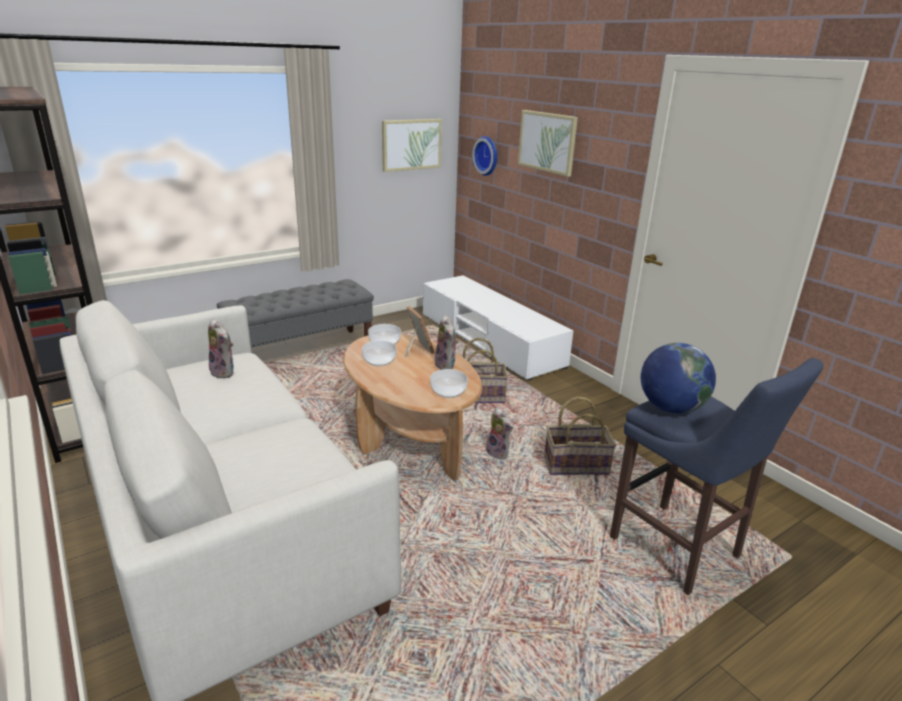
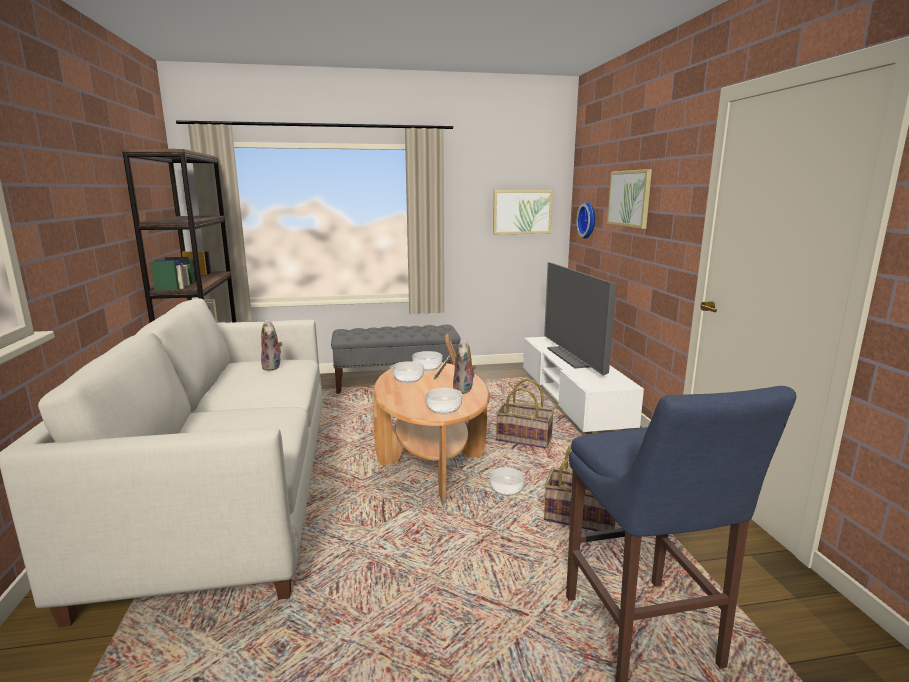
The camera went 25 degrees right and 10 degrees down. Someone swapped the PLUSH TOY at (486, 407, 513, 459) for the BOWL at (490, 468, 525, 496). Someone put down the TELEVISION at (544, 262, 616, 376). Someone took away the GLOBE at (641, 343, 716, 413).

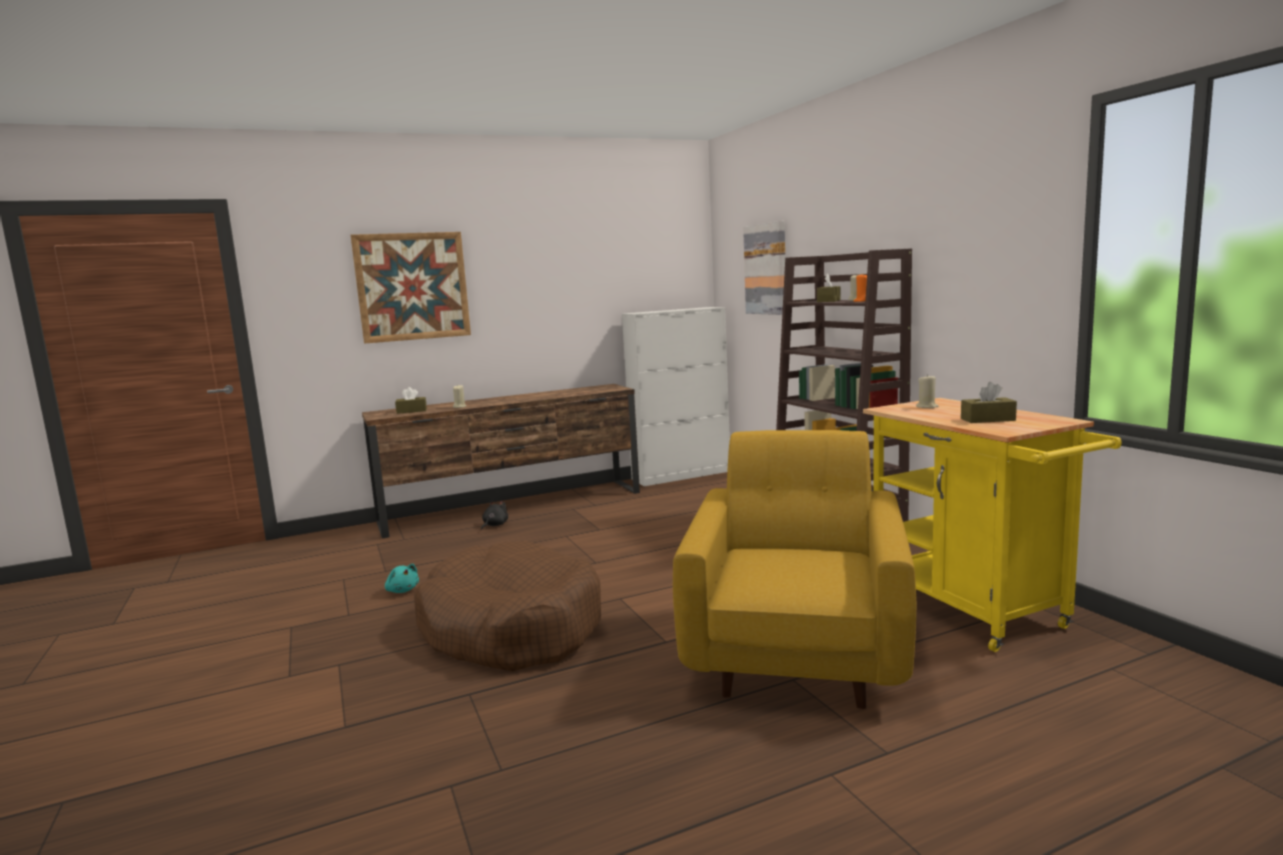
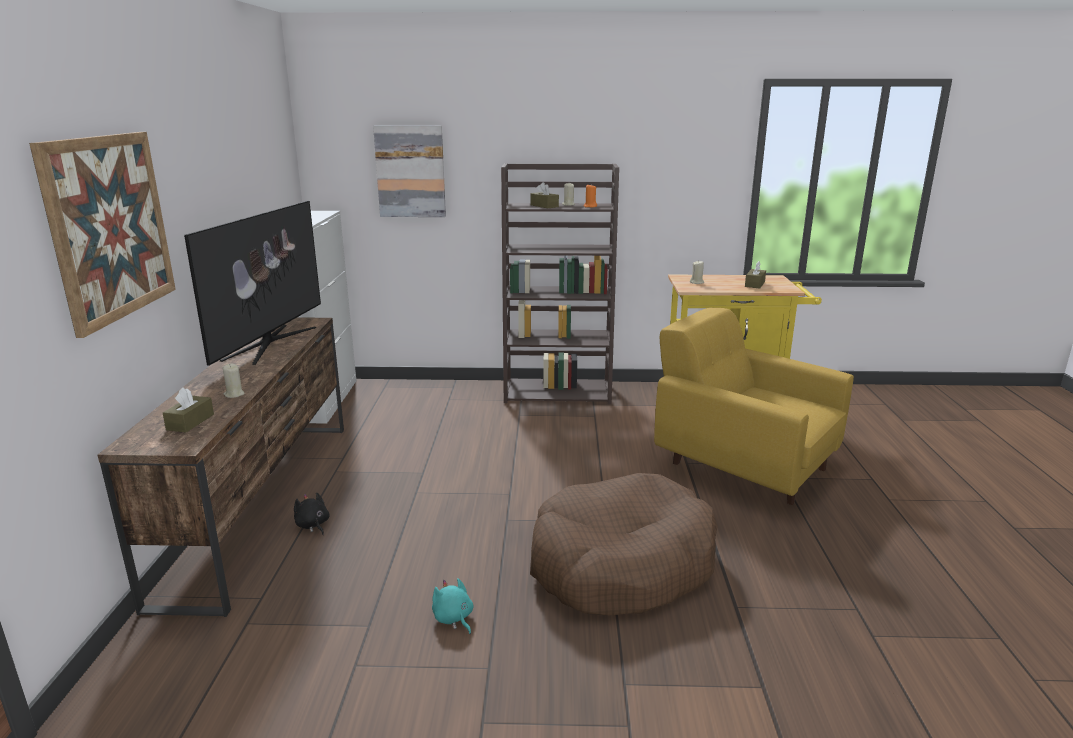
The camera went 65 degrees left and 10 degrees up. Someone put down the TELEVISION at (184, 201, 321, 366). Someone rotated the TURQUOISE PLUSH TOY at (385, 564, 419, 593) by 105 degrees counterclockwise.

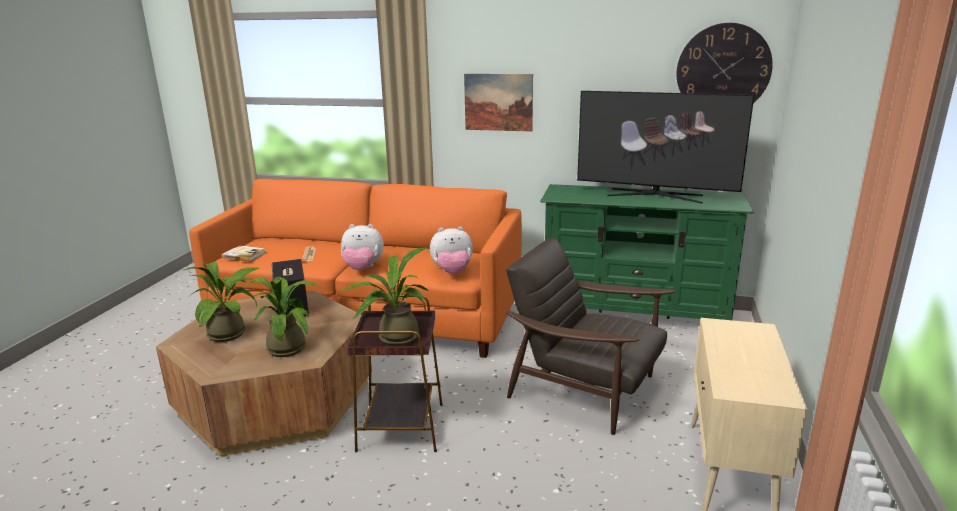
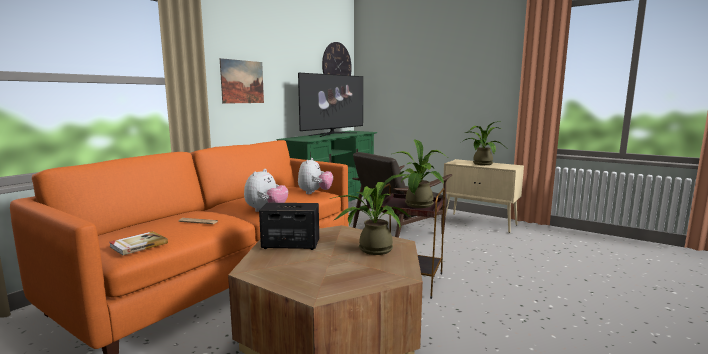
The camera went 70 degrees left and 10 degrees down. Someone carried the POTTED PLANT from (184, 261, 259, 342) to (463, 121, 504, 165).

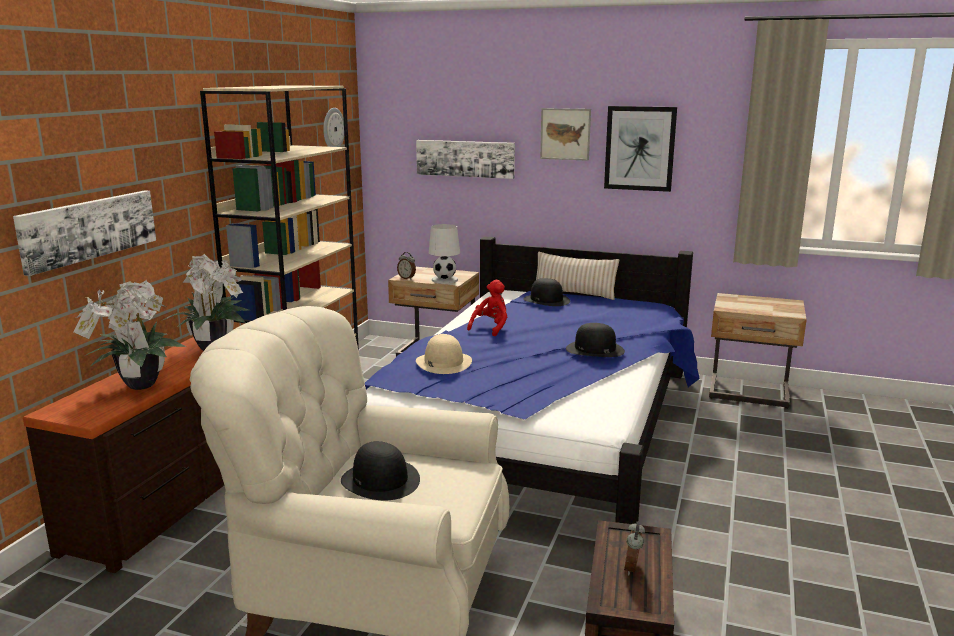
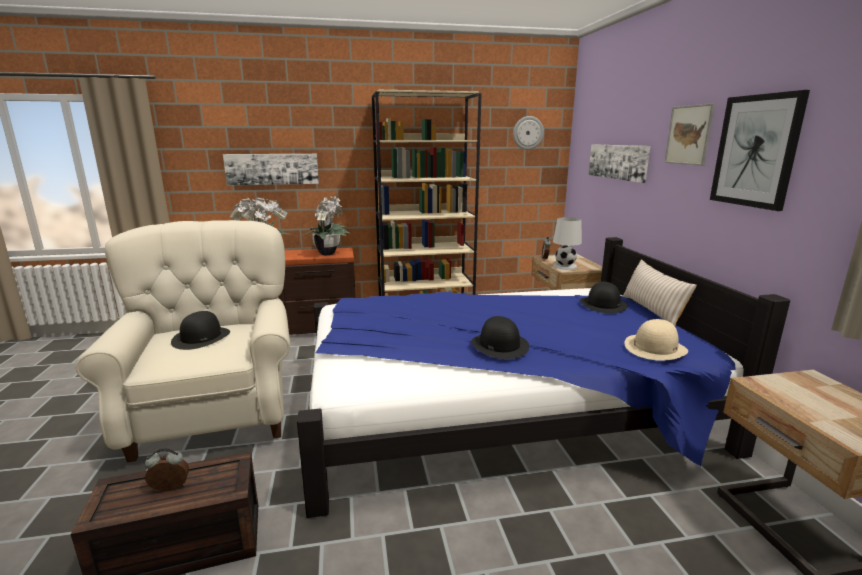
The camera went 60 degrees right and 0 degrees up. Someone carried the BEIGE HAT from (416, 334, 472, 374) to (624, 319, 688, 361). Someone took away the RED PLUSH TOY at (467, 280, 507, 336).

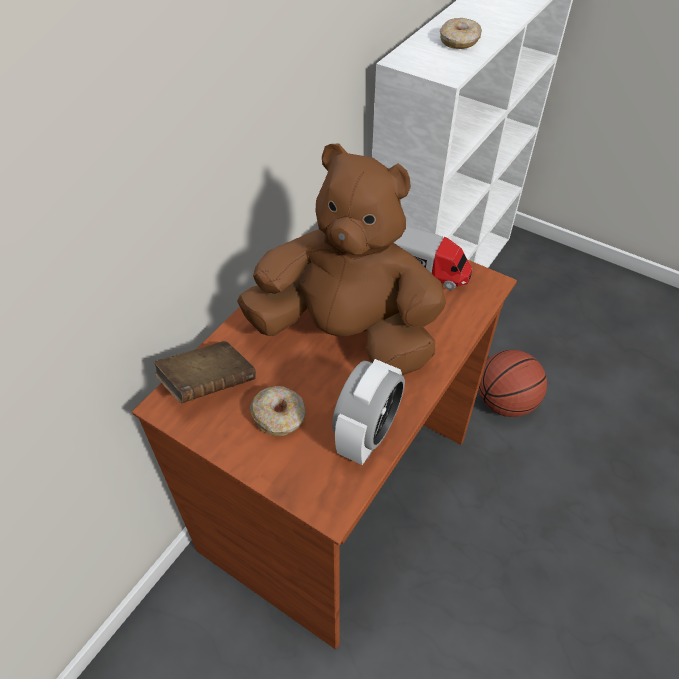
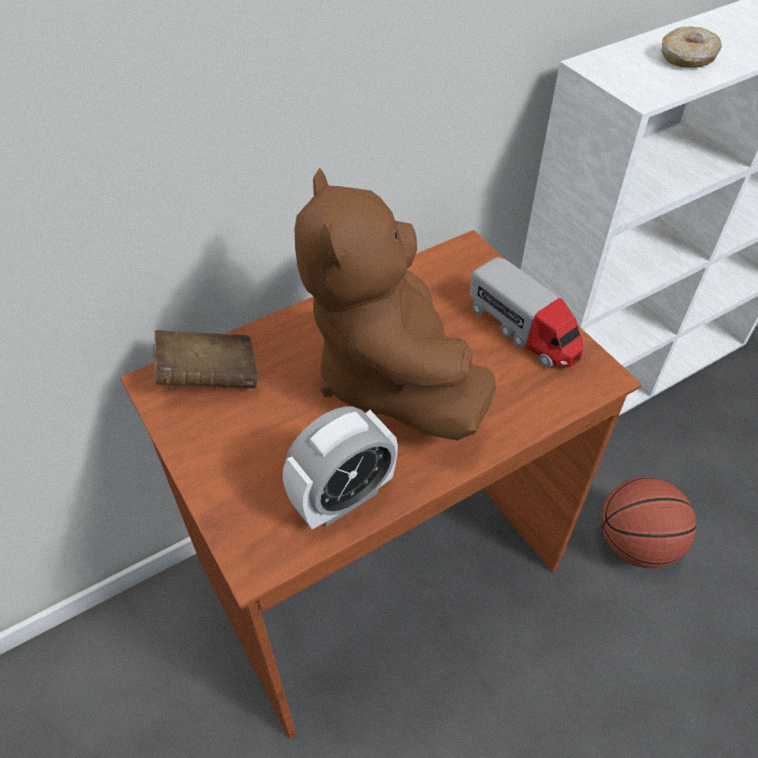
The camera went 25 degrees right and 0 degrees up. Someone rotated the BROWN PLUSH TOY at (237, 143, 446, 376) by 150 degrees counterclockwise. Someone took away the DONUT at (250, 386, 306, 436).

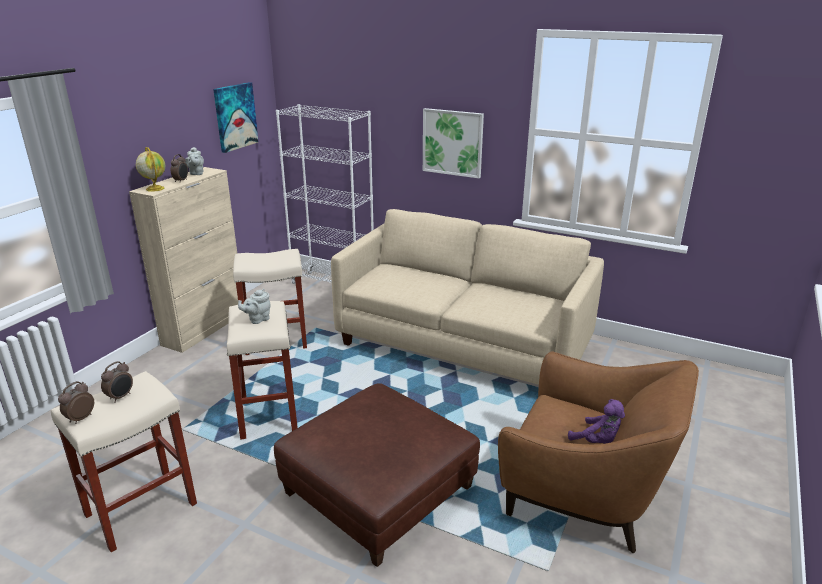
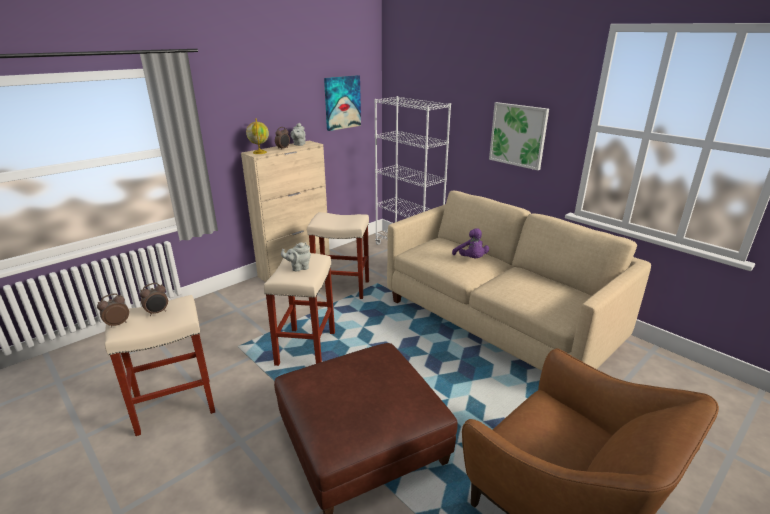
The camera went 20 degrees right and 0 degrees up. Someone carried the PURPLE PLUSH TOY from (568, 399, 625, 444) to (452, 228, 489, 258).

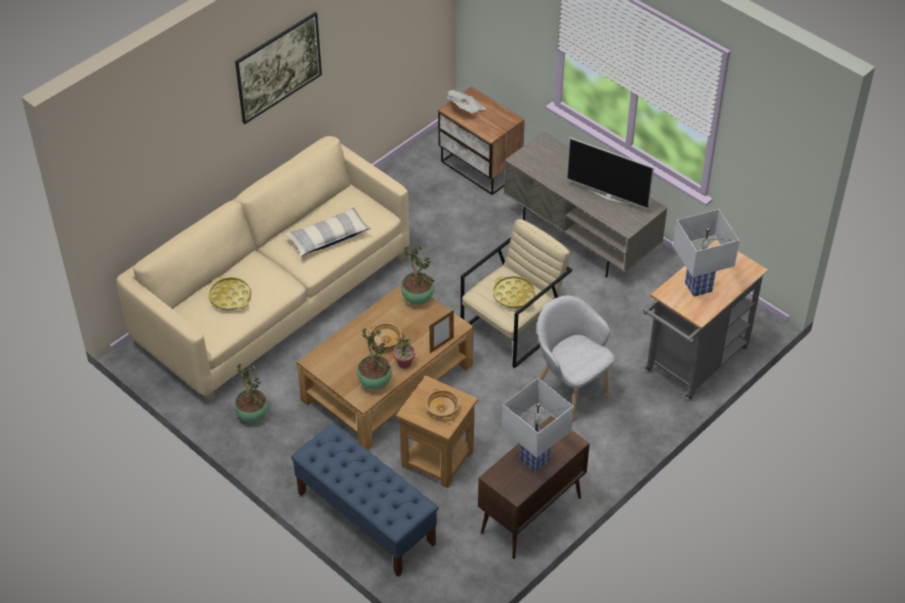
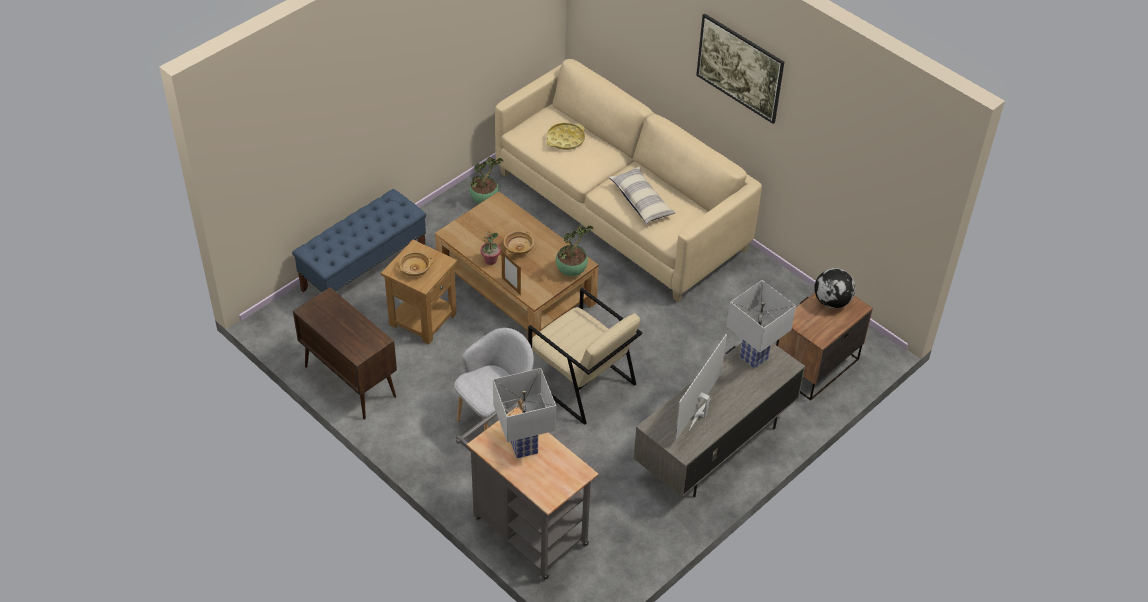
The camera went 90 degrees right and 0 degrees up. Someone carried the WHITE TABLE LAMP from (502, 378, 574, 472) to (727, 280, 796, 369). Someone swapped the NEWSPAPER at (447, 90, 486, 114) for the GLOBE at (815, 268, 856, 308). Someone took away the POTTED PLANT at (357, 329, 392, 390). Someone took away the YELLOW TRAY at (493, 276, 535, 309).

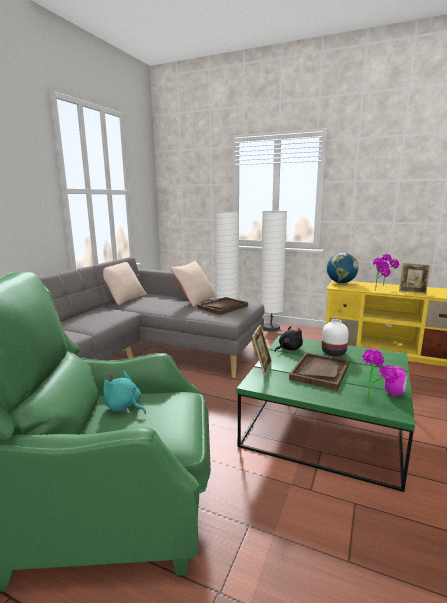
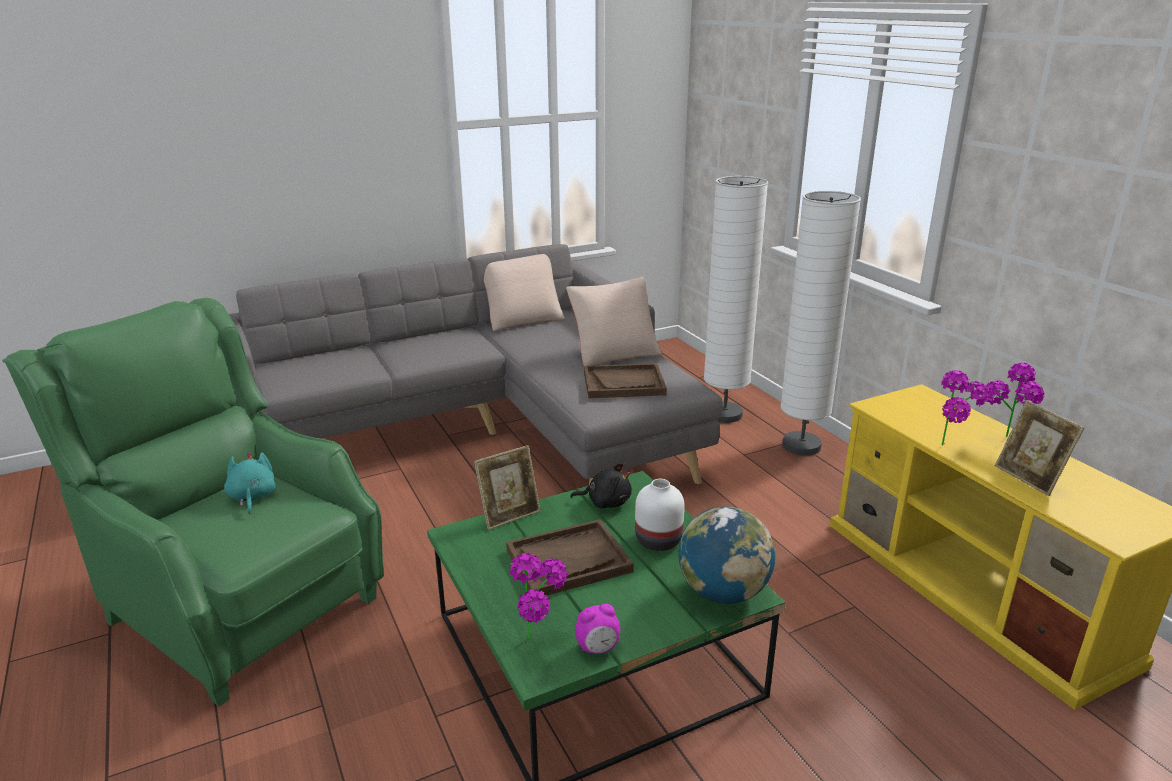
The camera went 40 degrees right and 10 degrees up. Someone carried the GLOBE from (327, 253, 359, 283) to (679, 506, 775, 604).

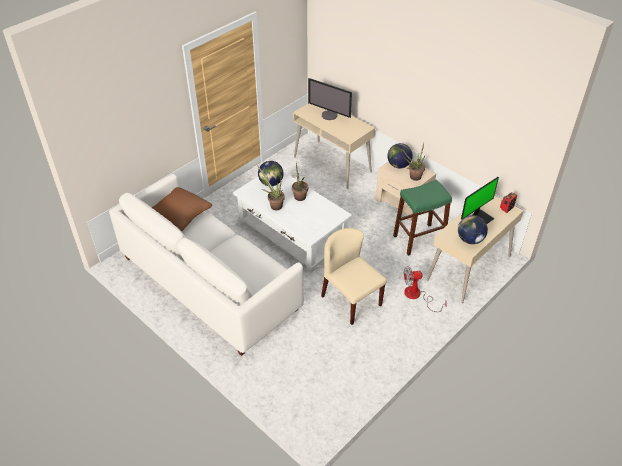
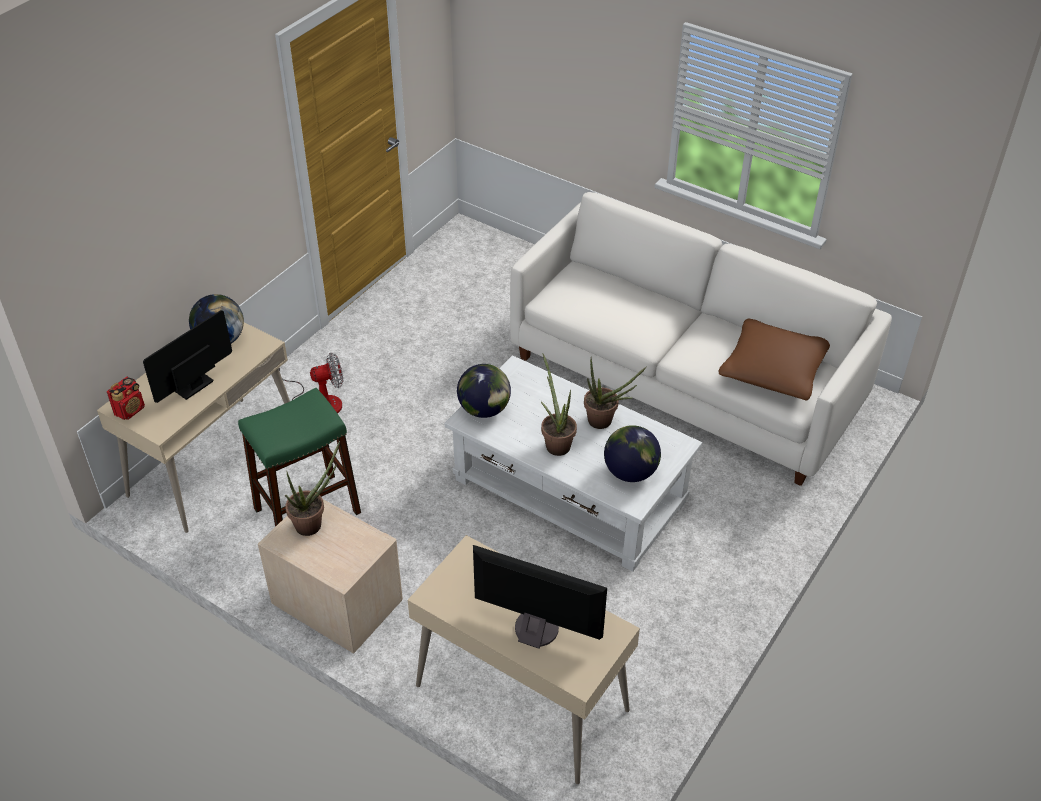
The camera went 170 degrees right and 0 degrees up. Someone carried the GLOBE from (387, 143, 413, 168) to (457, 364, 511, 418). Someone took away the BEIGE CHAIR at (321, 228, 387, 325).

